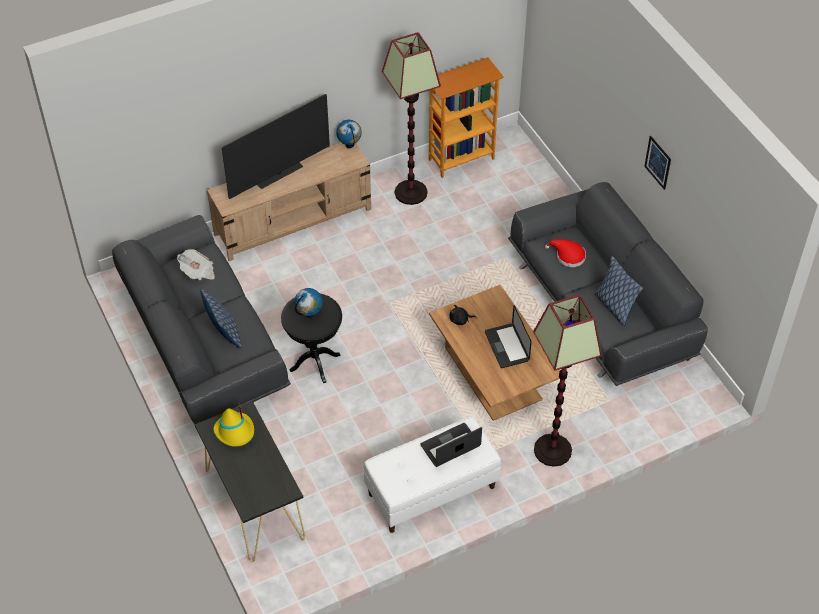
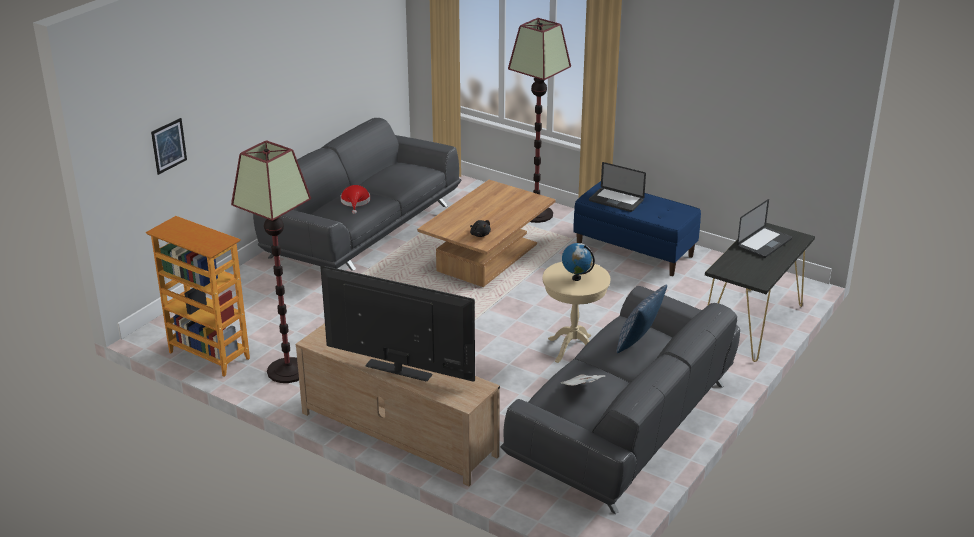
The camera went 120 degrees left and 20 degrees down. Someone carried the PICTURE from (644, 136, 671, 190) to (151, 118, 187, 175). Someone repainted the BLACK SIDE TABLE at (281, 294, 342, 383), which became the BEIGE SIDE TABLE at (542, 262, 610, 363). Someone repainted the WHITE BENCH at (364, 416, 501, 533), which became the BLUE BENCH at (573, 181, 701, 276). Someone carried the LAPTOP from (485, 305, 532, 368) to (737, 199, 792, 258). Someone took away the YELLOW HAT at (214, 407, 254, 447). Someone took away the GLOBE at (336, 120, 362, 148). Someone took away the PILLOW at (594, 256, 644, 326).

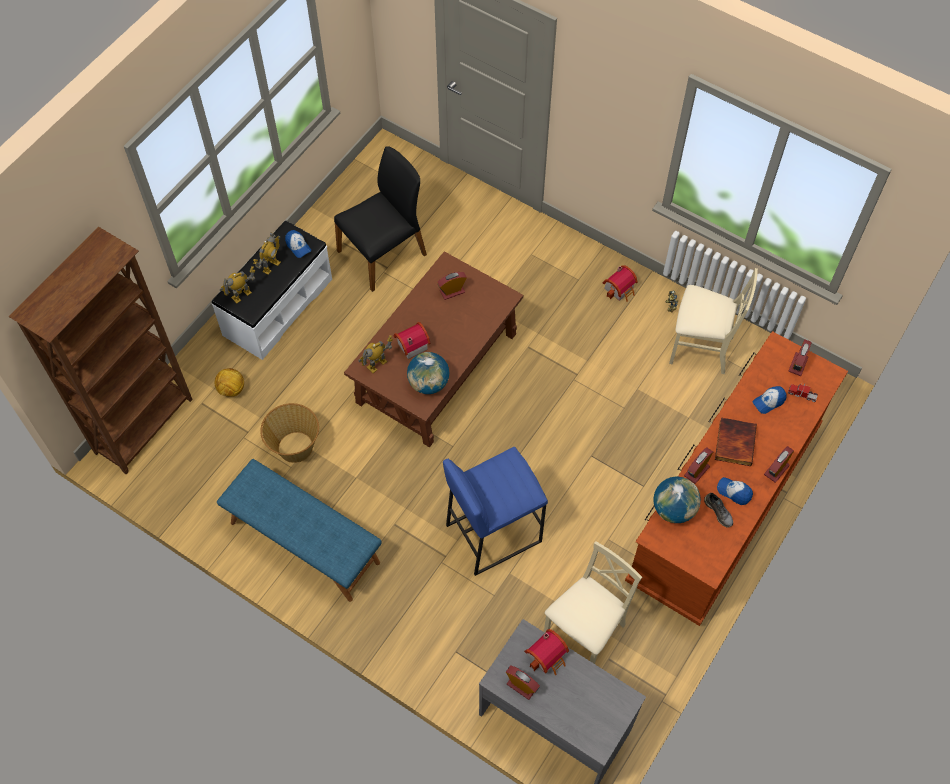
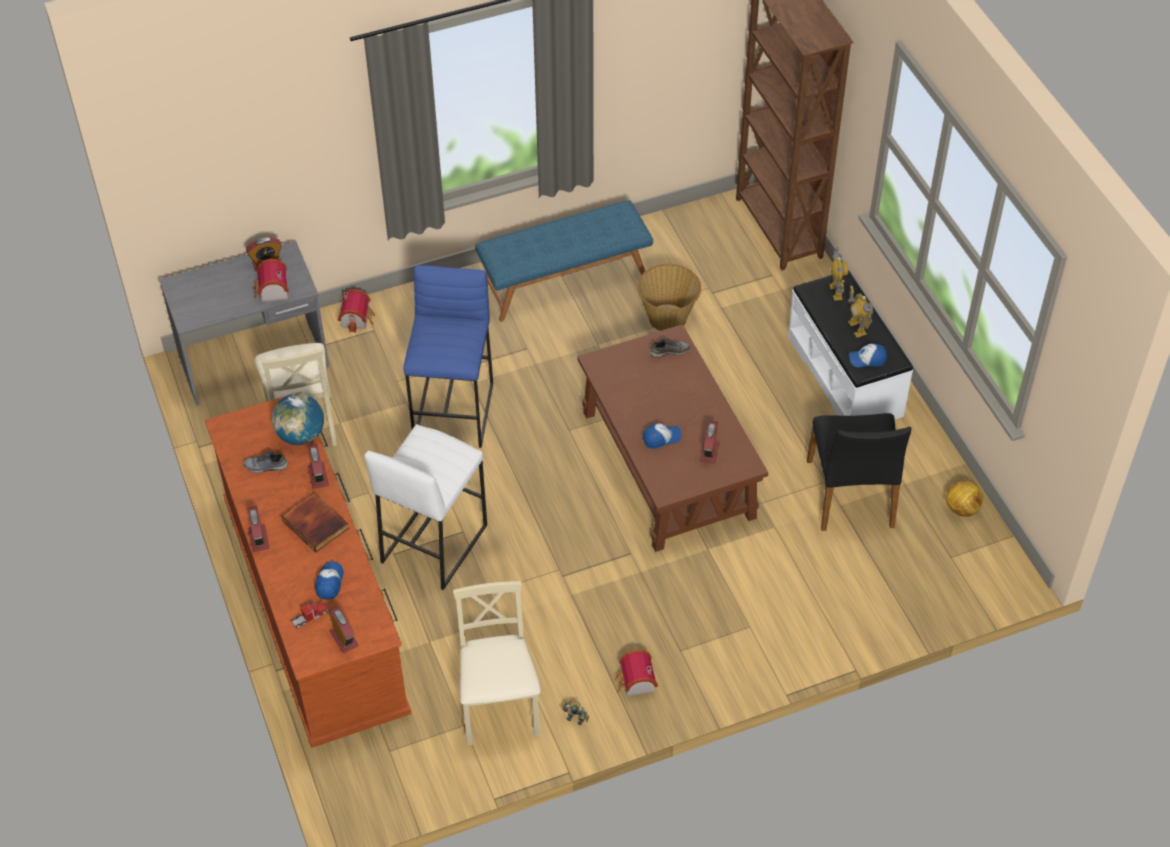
The camera went 125 degrees right and 10 degrees down. Someone carried the TOY HOUSE from (394, 322, 431, 359) to (338, 289, 375, 333). Someone put down the WHITE STOOL at (365, 424, 487, 590). Someone rotated the BEIGE CHAIR at (669, 268, 758, 374) by 120 degrees clockwise. Someone carried the CAP from (717, 477, 753, 505) to (643, 423, 682, 449). Someone swapped the TOY ROBOT at (358, 335, 393, 373) for the GREY SHOE at (650, 339, 691, 358). Someone carried the FOOTBALL from (214, 368, 244, 397) to (946, 481, 983, 517). Someone took away the GLOBE at (407, 352, 449, 394).

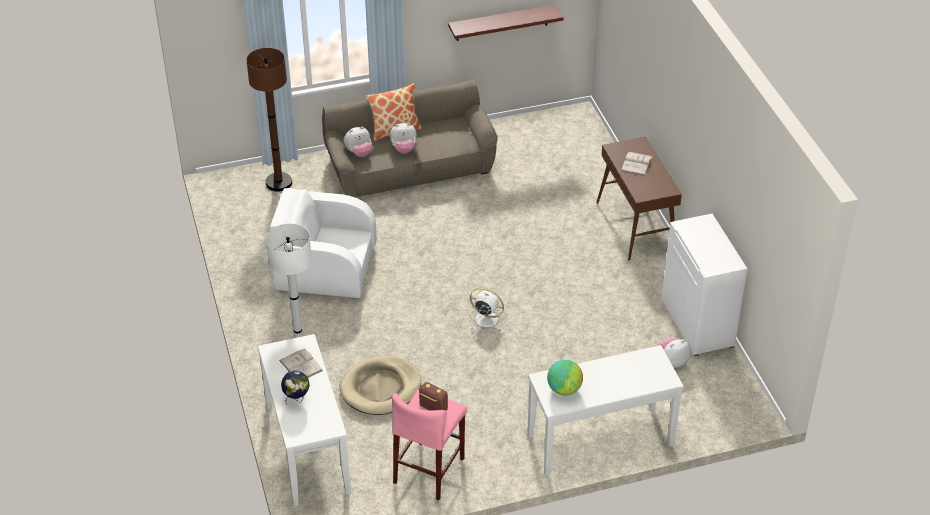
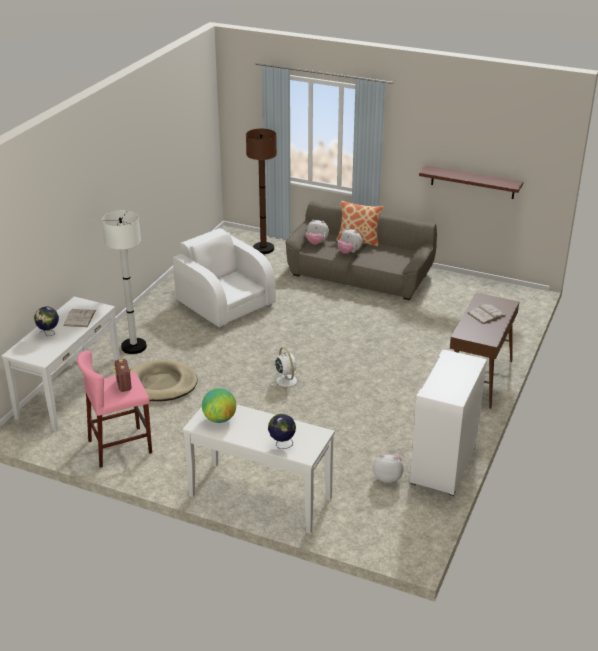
The camera went 40 degrees right and 10 degrees down. Someone put down the GLOBE at (268, 414, 296, 449).

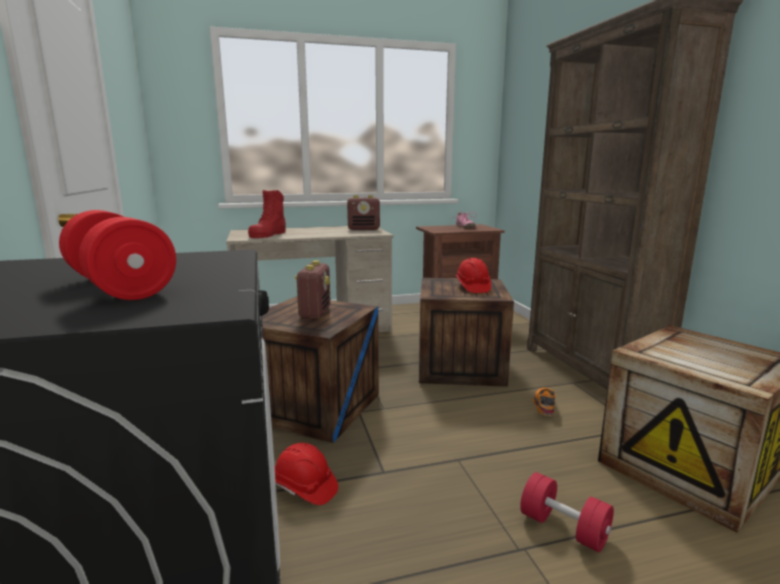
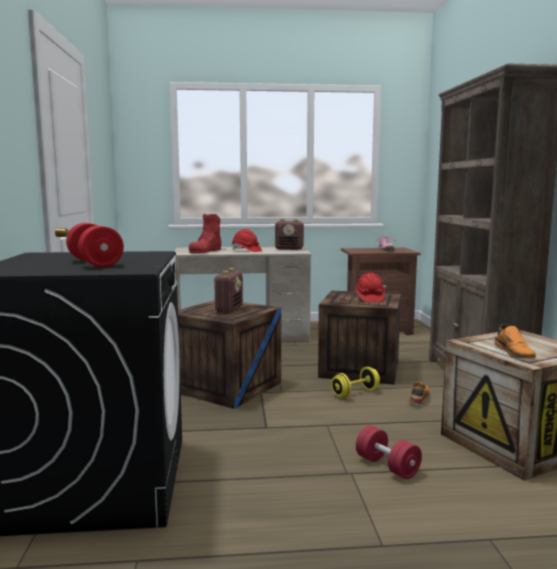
The camera went 10 degrees right and 5 degrees down. Someone carried the RED HARD HAT from (275, 443, 338, 505) to (232, 229, 262, 252). Someone put down the YELLOW DUMBBELL at (331, 367, 380, 398). Someone put down the ORANGE SHOE at (494, 324, 536, 359).

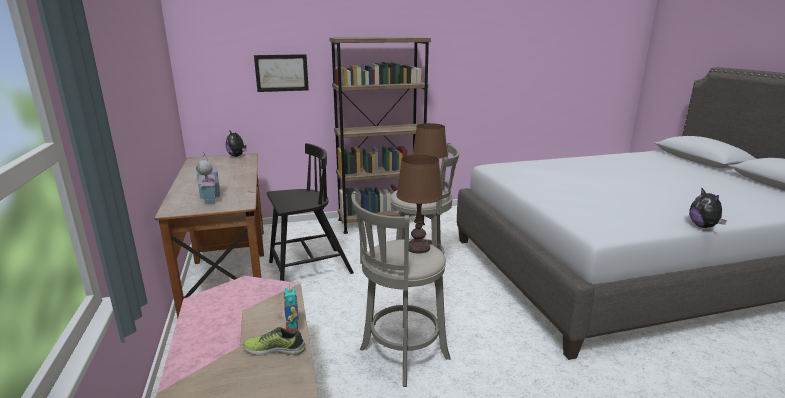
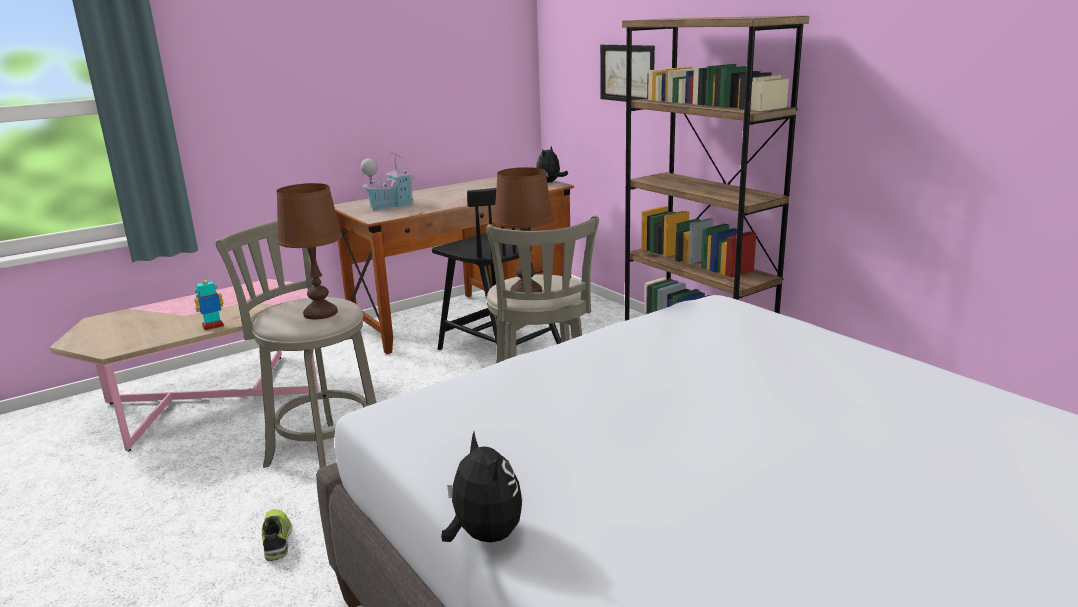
The camera went 70 degrees right and 0 degrees up. Someone carried the SHOE from (243, 327, 306, 355) to (262, 509, 292, 561). Someone rotated the PLUSH TOY at (689, 188, 727, 228) by 90 degrees clockwise.

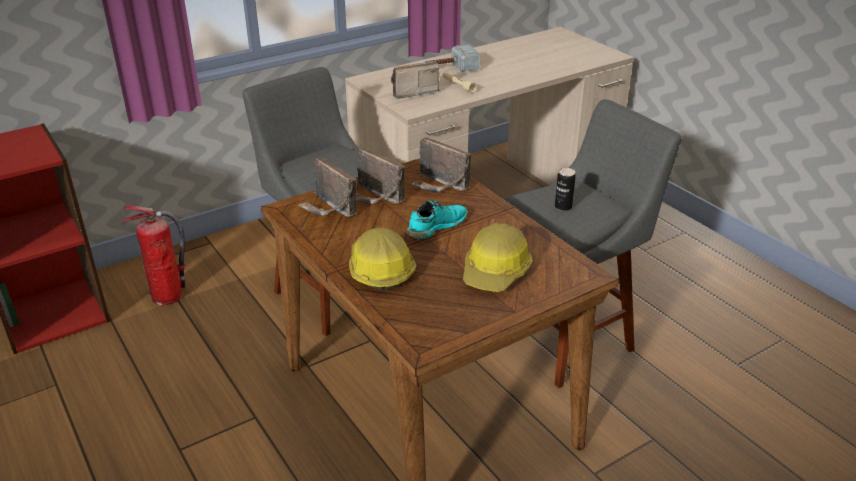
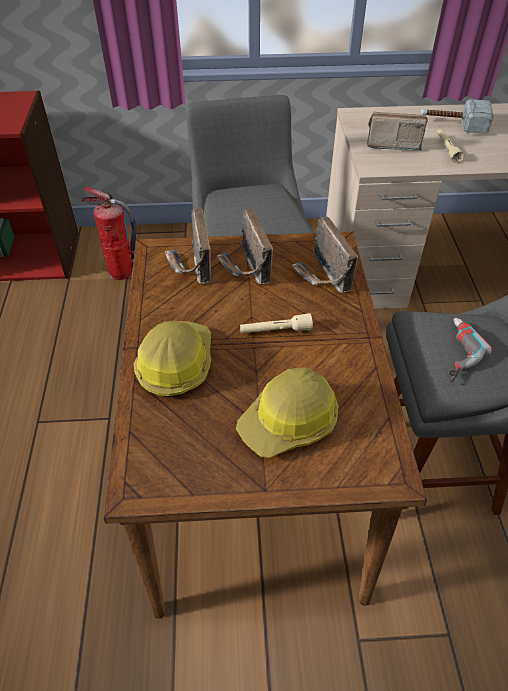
The camera went 30 degrees right and 15 degrees up. Someone swapped the TURQUOISE SHOE at (407, 200, 467, 240) for the BEIGE FLASHLIGHT at (240, 313, 313, 334). Someone swapped the CAN at (555, 168, 576, 211) for the POWER DRILL at (449, 318, 492, 383).

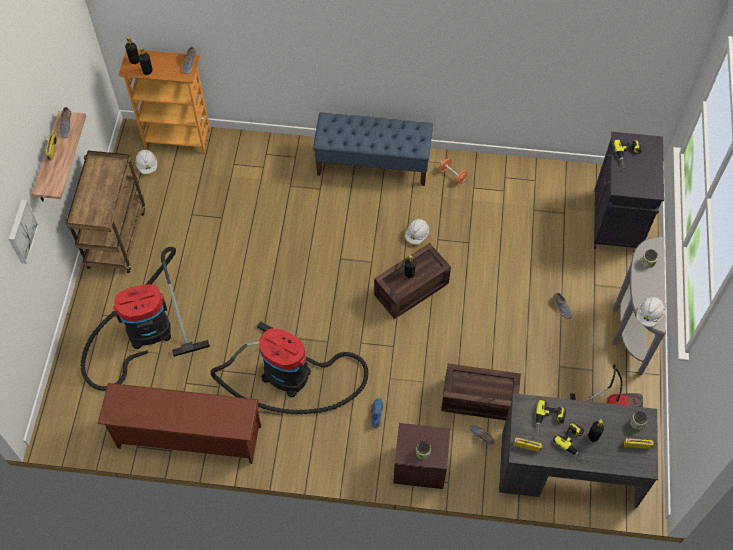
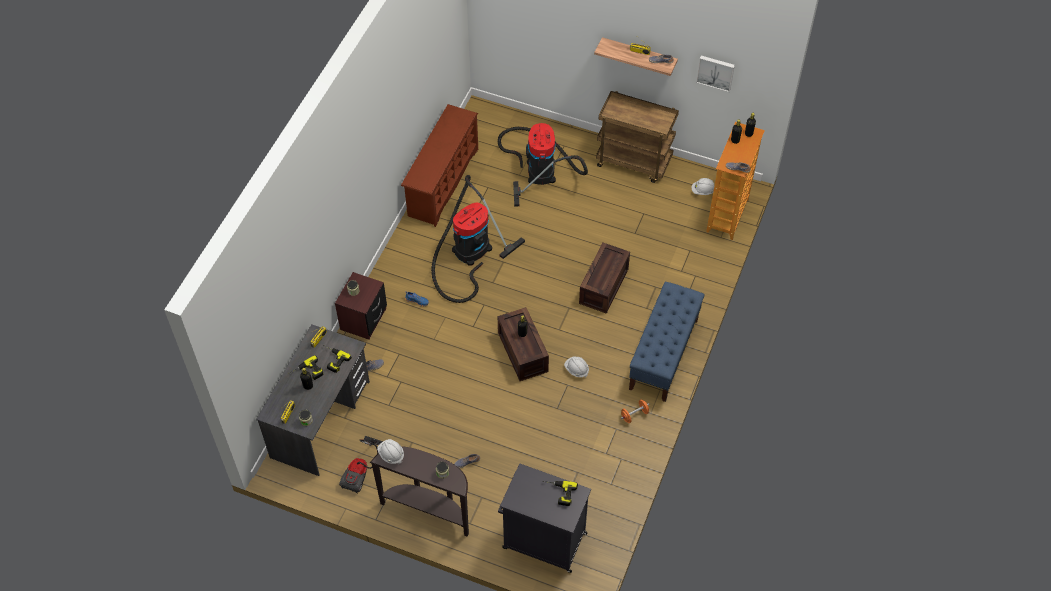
The camera went 105 degrees right and 5 degrees down. Someone repainted the GREY CONSOLE TABLE at (613, 236, 666, 376), which became the BROWN CONSOLE TABLE at (370, 446, 469, 537). Someone carried the CRATE from (441, 364, 521, 420) to (579, 243, 630, 314). Someone carried the PICTURE from (8, 200, 39, 264) to (696, 56, 735, 92).

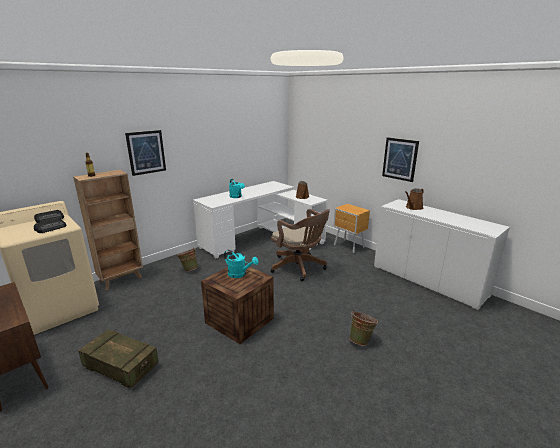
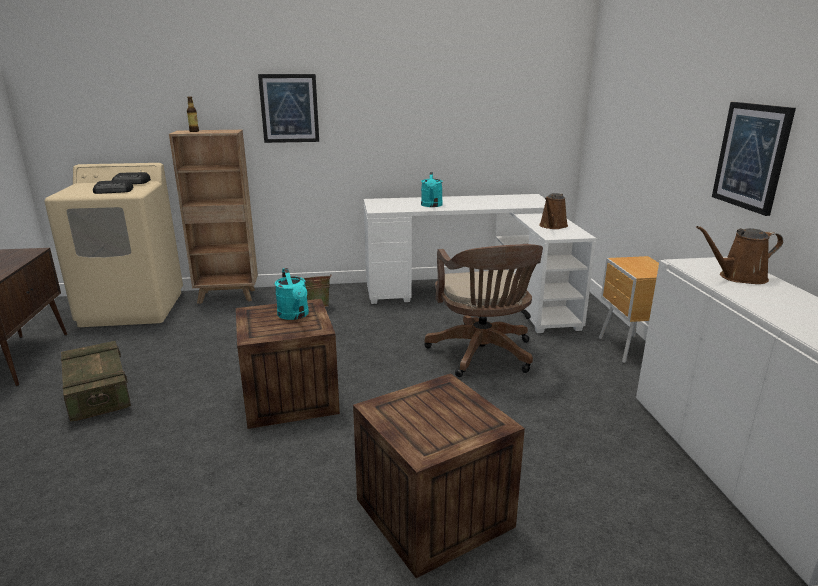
The camera went 35 degrees right and 0 degrees up. Someone swapped the GREEN BUCKET at (349, 310, 378, 346) for the CRATE at (353, 374, 525, 578).

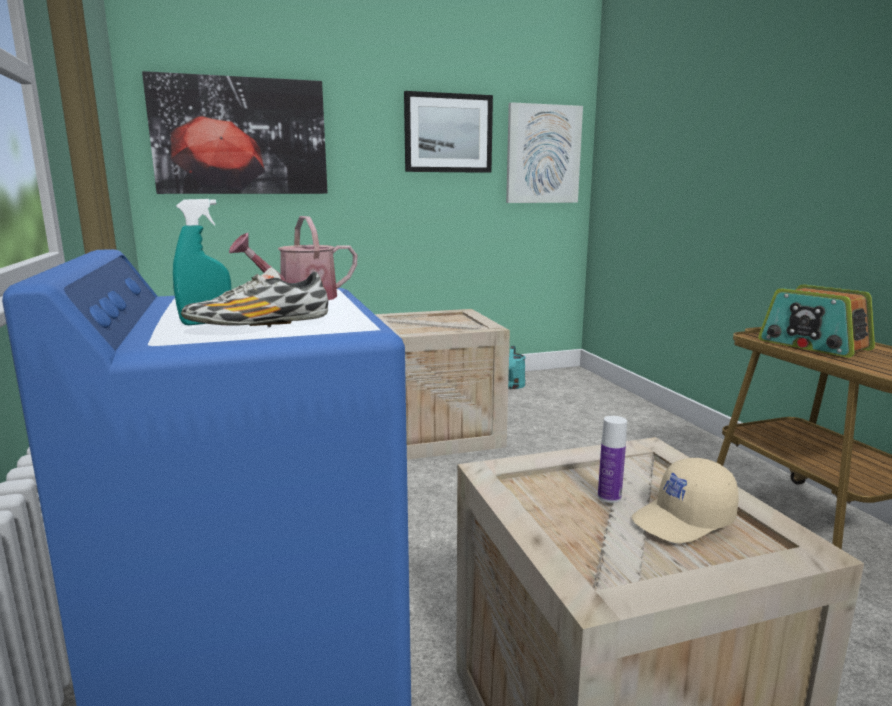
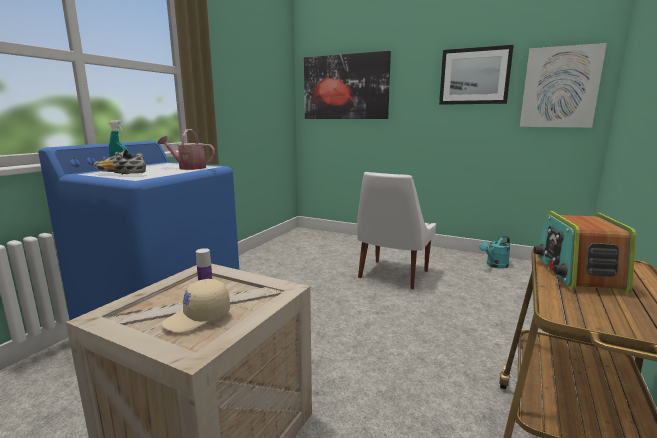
The camera went 45 degrees right and 0 degrees up. Someone rotated the BEIGE CAP at (632, 458, 739, 543) by 60 degrees counterclockwise. Someone swapped the CRATE at (375, 309, 510, 460) for the WHITE CHAIR at (357, 172, 436, 289).

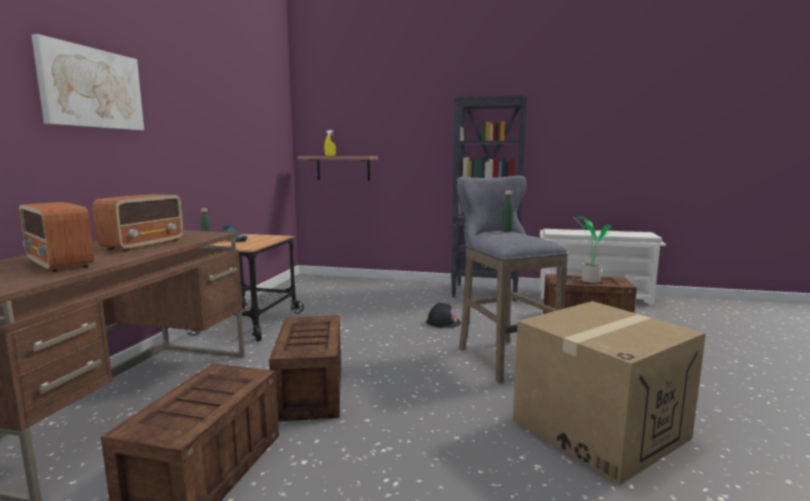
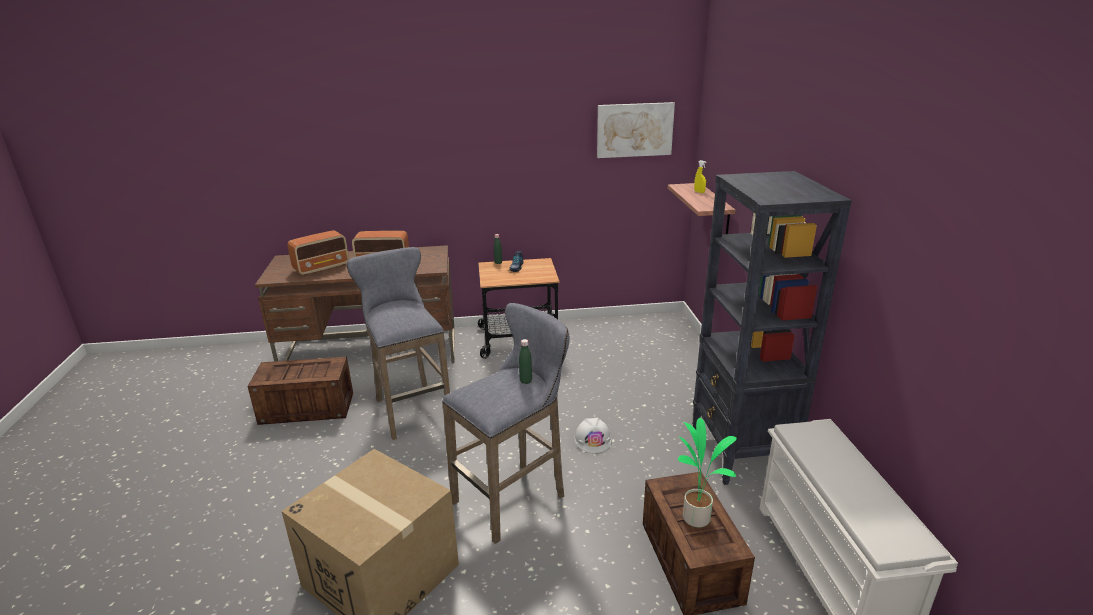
The camera went 70 degrees right and 15 degrees up. Someone rotated the RADIO at (19, 202, 94, 272) by 150 degrees counterclockwise. Someone swapped the CRATE at (269, 315, 341, 421) for the GREY STOOL at (347, 247, 450, 440). Someone repainted the BLACK HARD HAT at (426, 303, 461, 328), which became the WHITE HARD HAT at (574, 418, 612, 453). Someone carried the PICTURE from (31, 34, 144, 130) to (597, 102, 675, 158).

